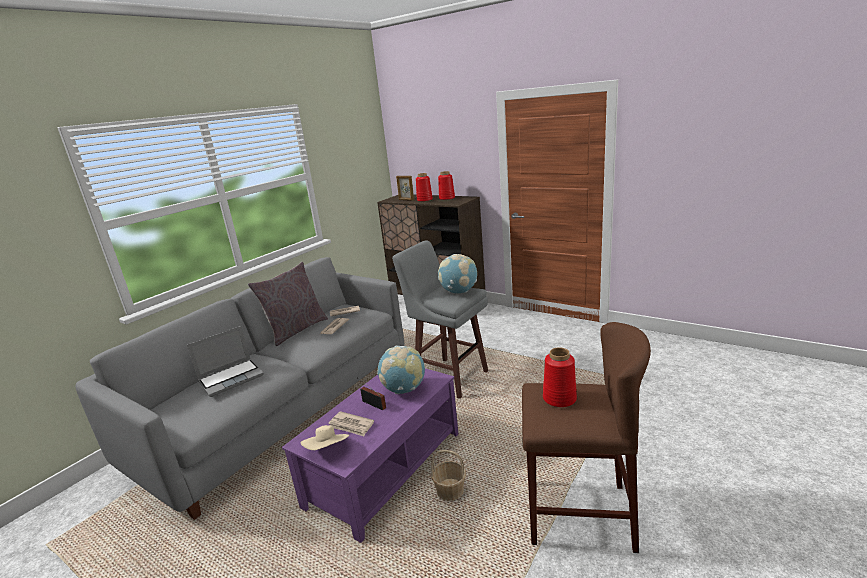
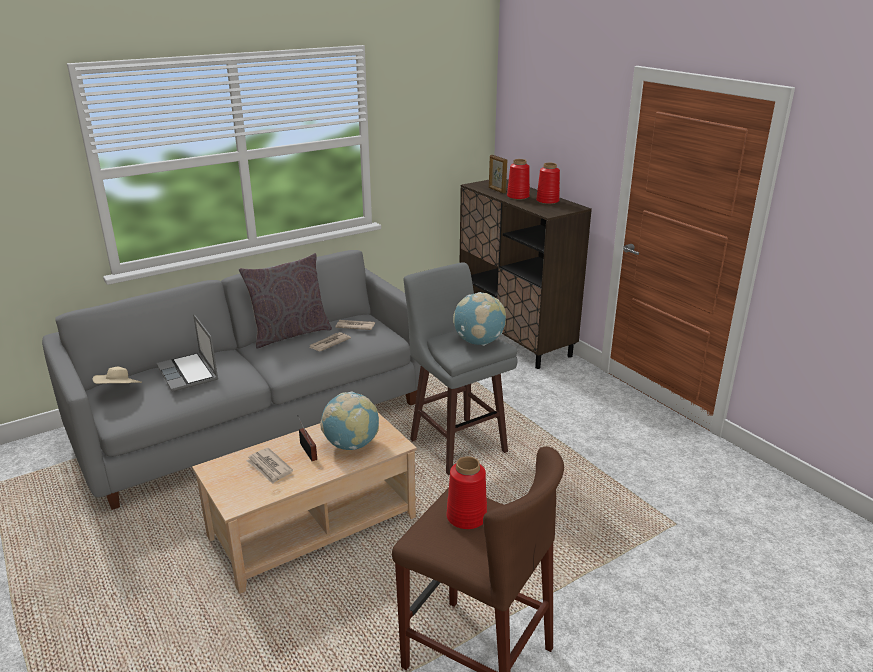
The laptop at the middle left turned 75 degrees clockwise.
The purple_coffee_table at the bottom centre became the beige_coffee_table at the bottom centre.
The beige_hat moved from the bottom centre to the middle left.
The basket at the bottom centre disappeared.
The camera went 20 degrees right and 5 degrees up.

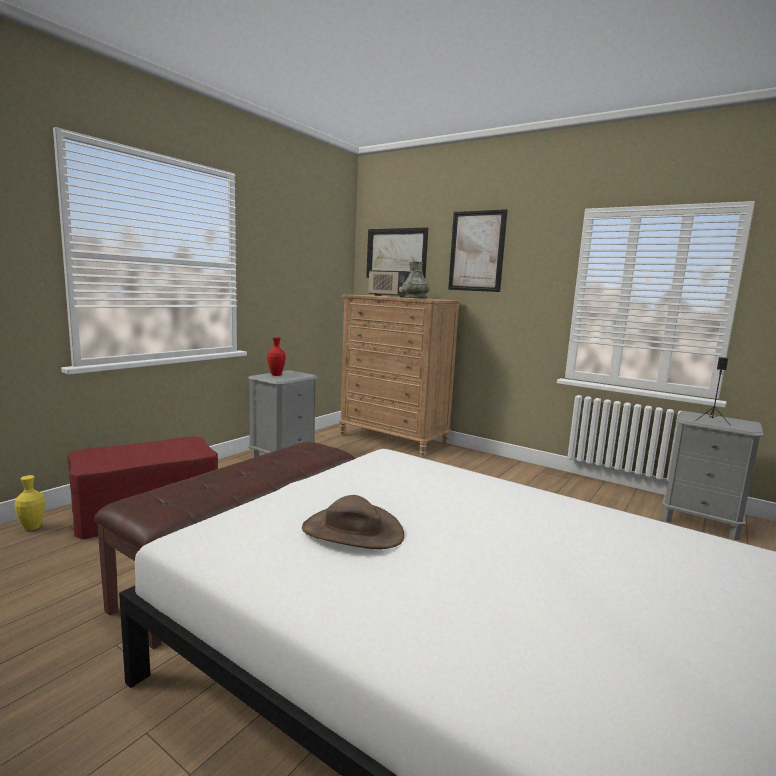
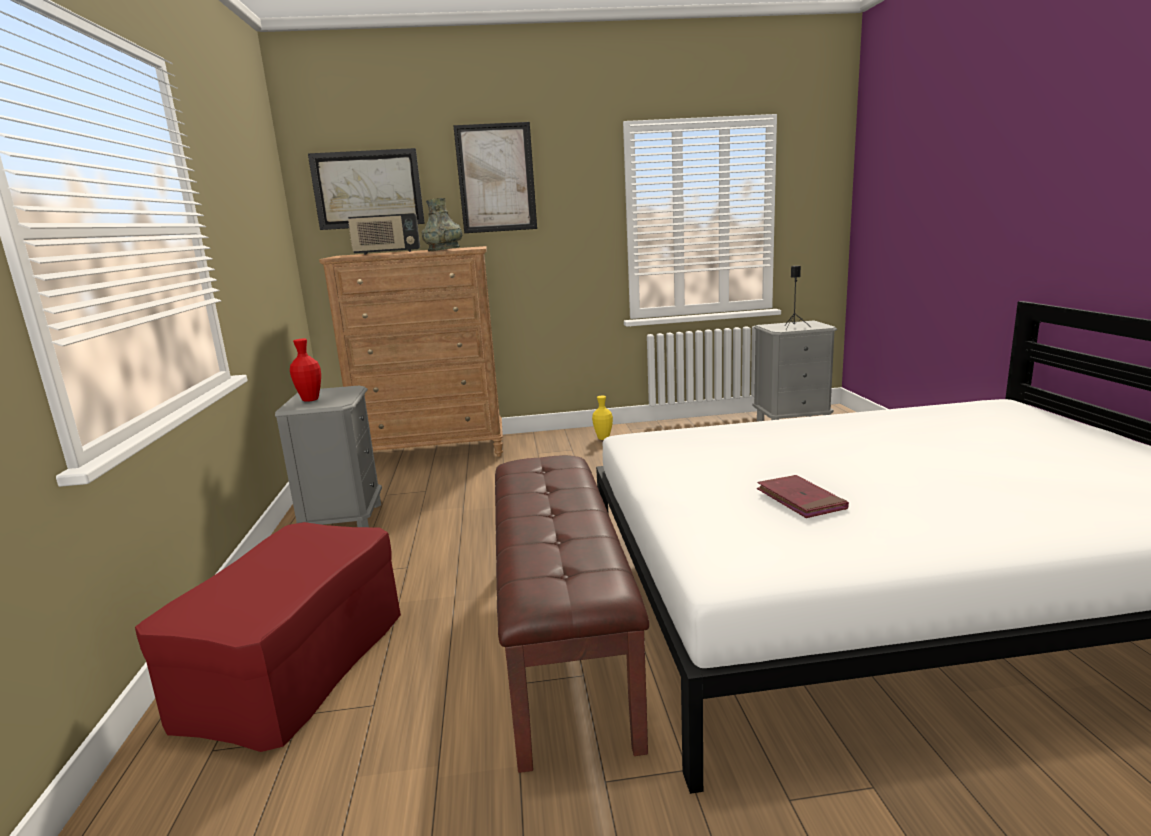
The yellow_vase moved from the middle left to the centre.
The brown_hat at the bottom centre was replaced by the red_book at the middle right.
The camera went 40 degrees left and 5 degrees up.

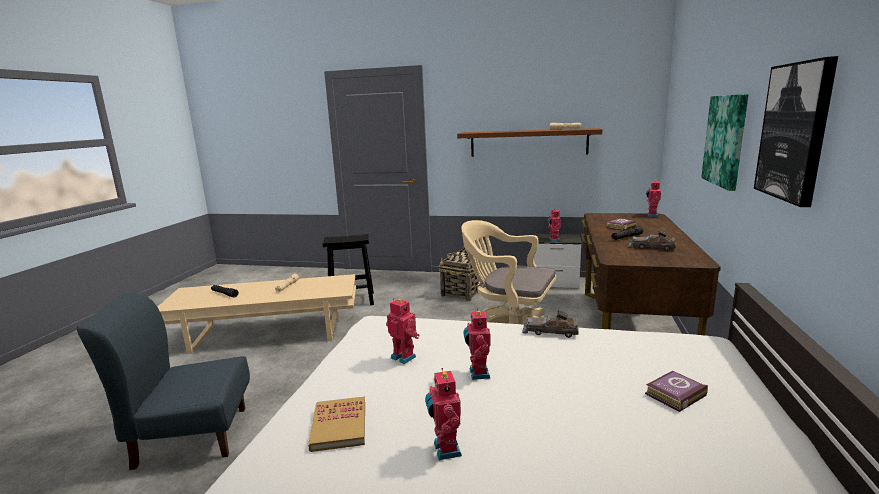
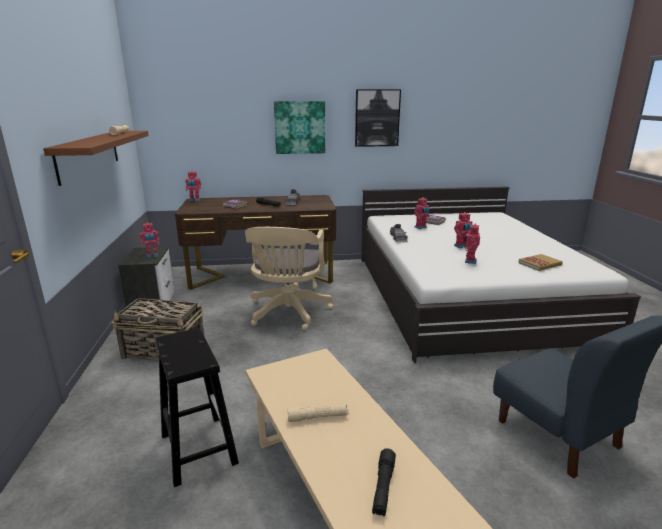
The toy_robot (no. 2 from left in the first image) moved from the bottom centre to the centre.
The camera went 110 degrees left and 5 degrees up.

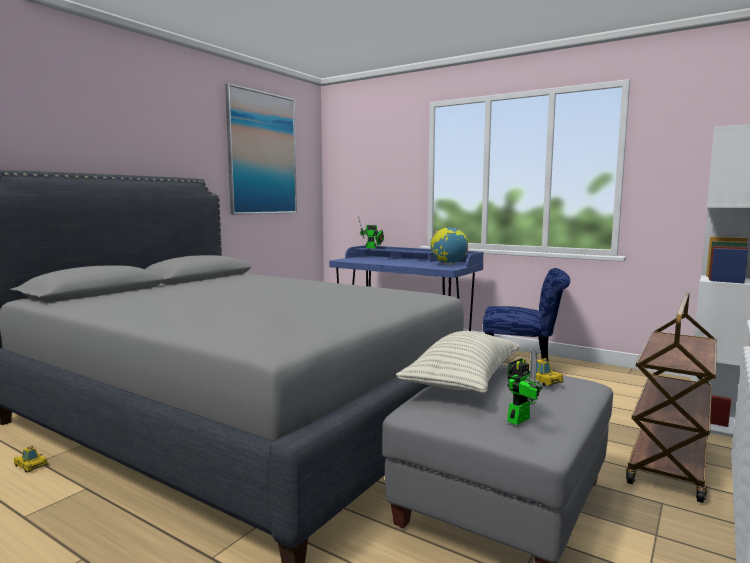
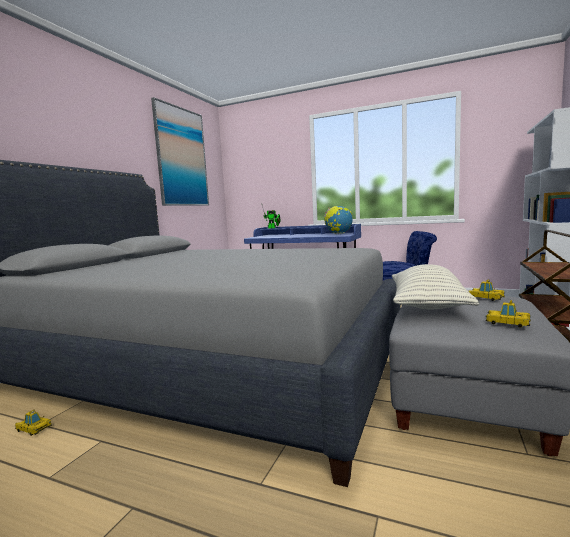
The toy_robot (no. 2 from left) at the bottom right was replaced by the toy_car (no. 3 from left) at the middle right.
The camera went 10 degrees left and 0 degrees up.

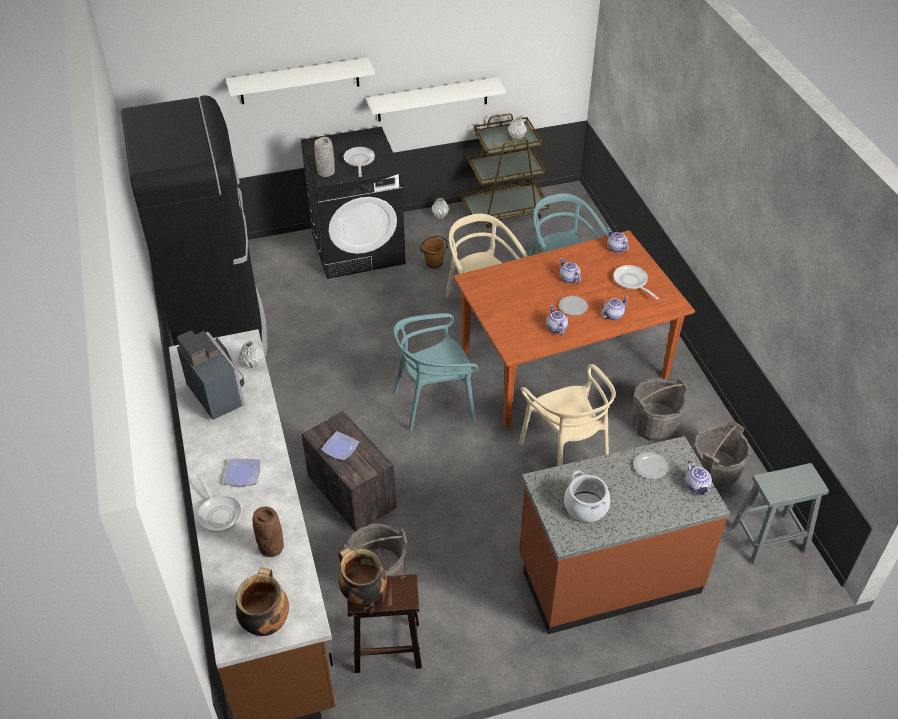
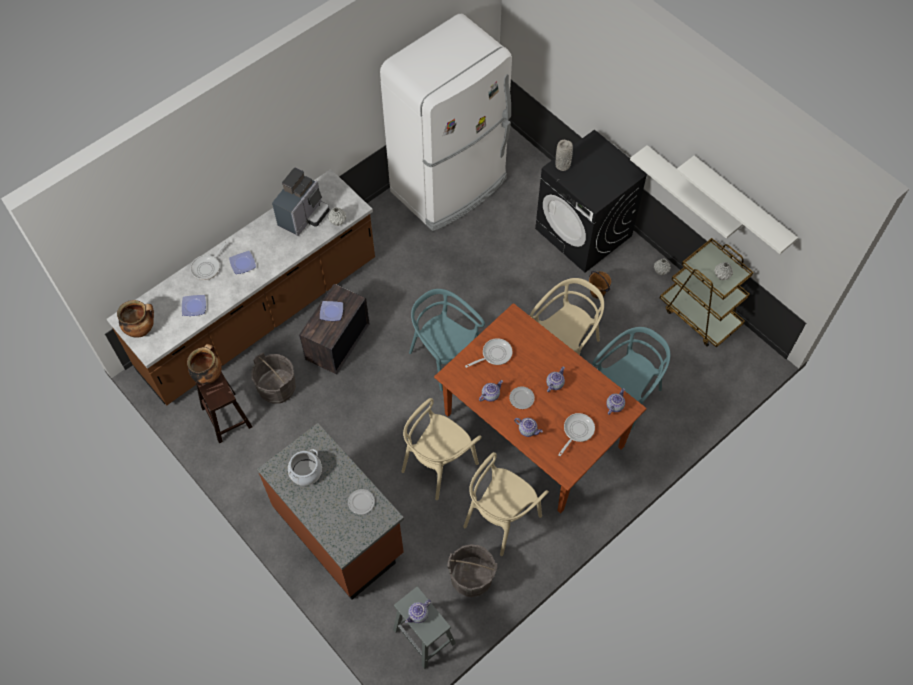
The black_fridge at the top left became the white_fridge at the top centre.
The white_shelf (no. 1 from left in the first image) moved from the top centre to the top right.
The brown_vase at the bottom left was replaced by the plate (no. 1 from left) at the middle left.
The frying_pan (no. 2 from left) moved from the top centre to the centre.
The grey_bucket (no. 2 from left) at the middle right was replaced by the beige_chair (no. 2 from left) at the bottom centre.
The teapot (no. 5 from left in the first image) moved from the middle right to the bottom centre.
The camera went 65 degrees right and 15 degrees up.

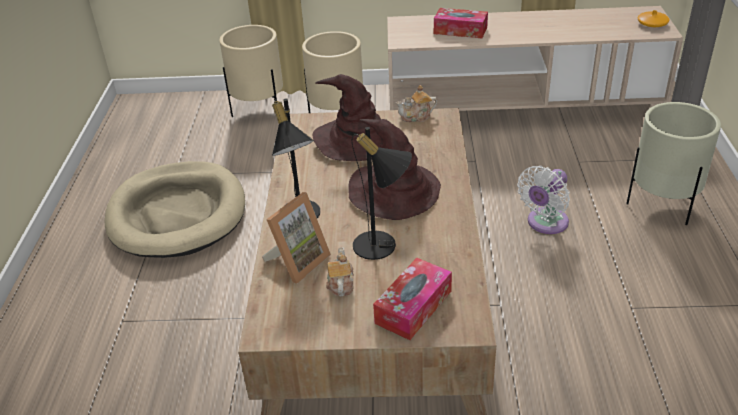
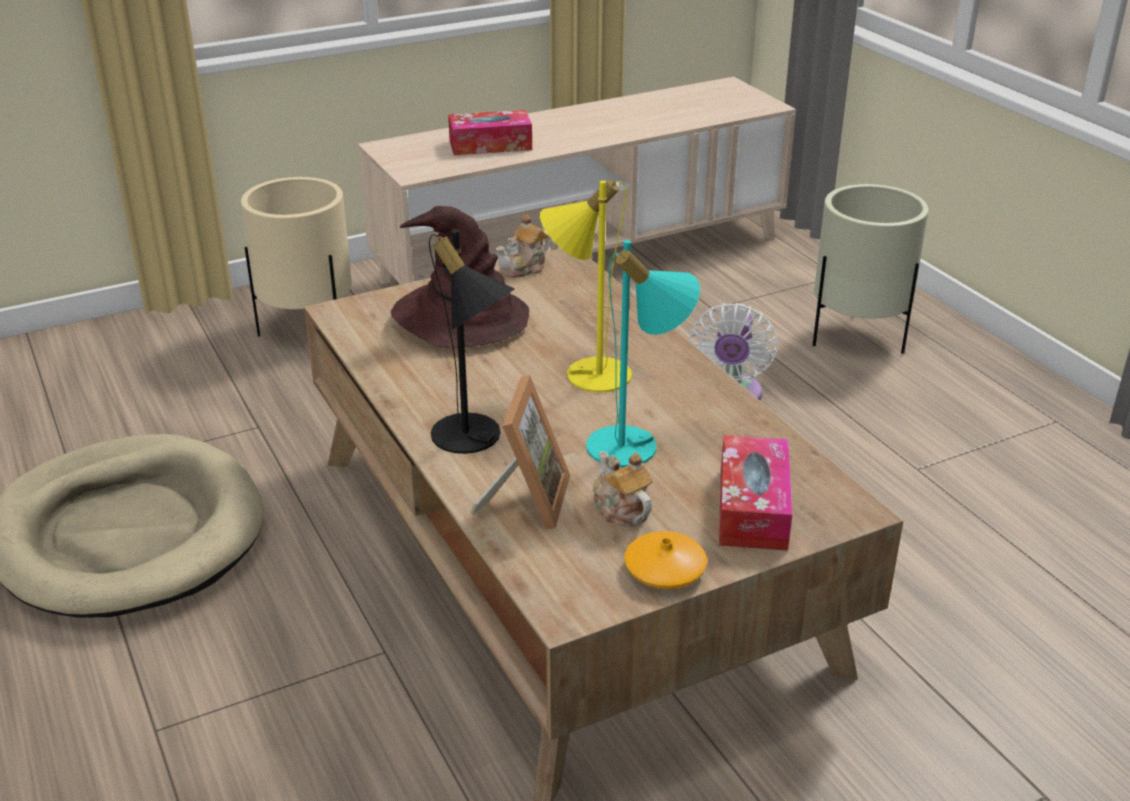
The beige_planter (no. 1 from left) at the top centre disappeared.
The brown_hat (no. 2 from left) at the centre was replaced by the yellow_table_lamp at the centre.
The black_table_lamp (no. 2 from left) at the centre became the turquoise_table_lamp at the centre.
The orange_vase moved from the top right to the bottom centre.
The camera went 30 degrees left and 5 degrees down.

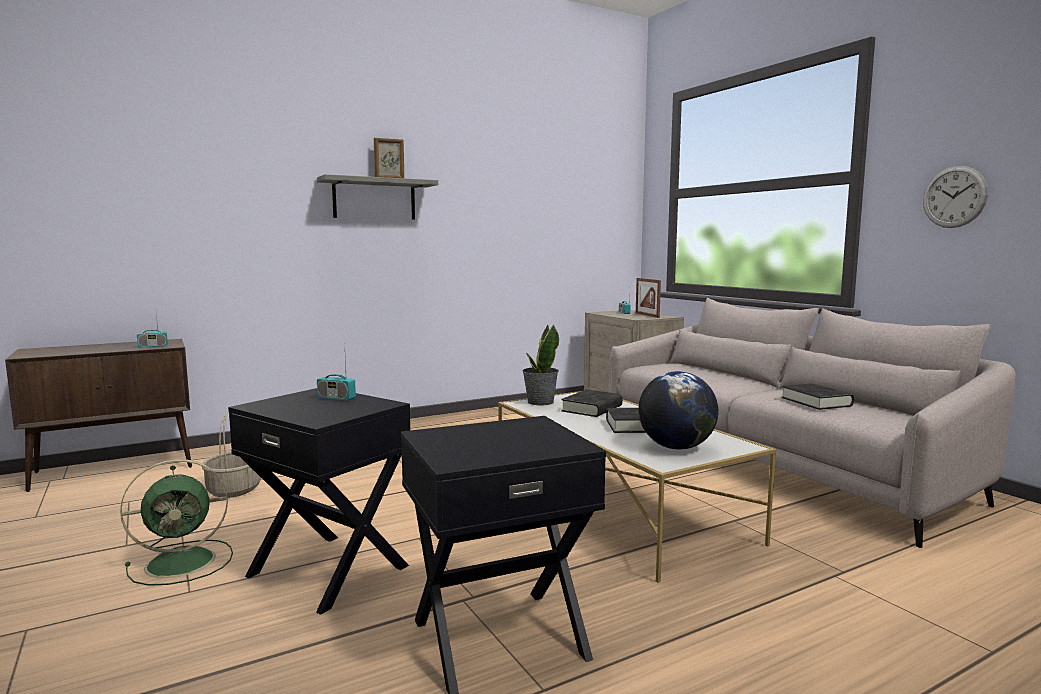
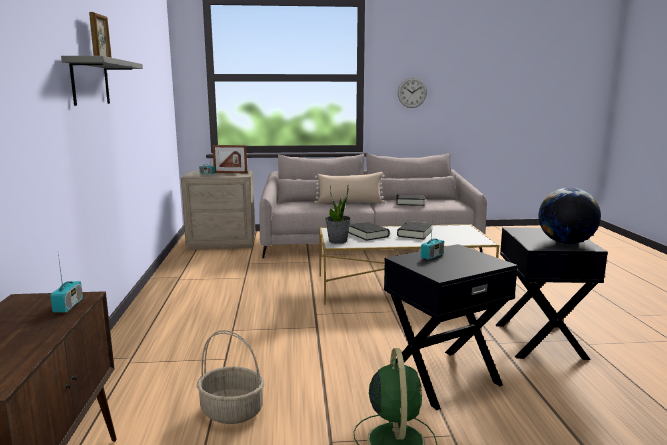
The globe moved from the centre to the middle right.
The beige_pillow at the centre appeared.
The camera went 65 degrees left and 5 degrees up.

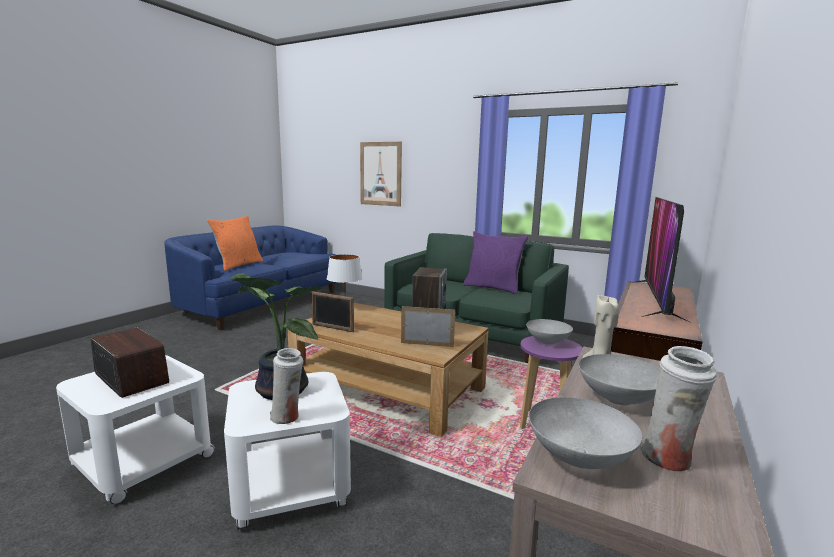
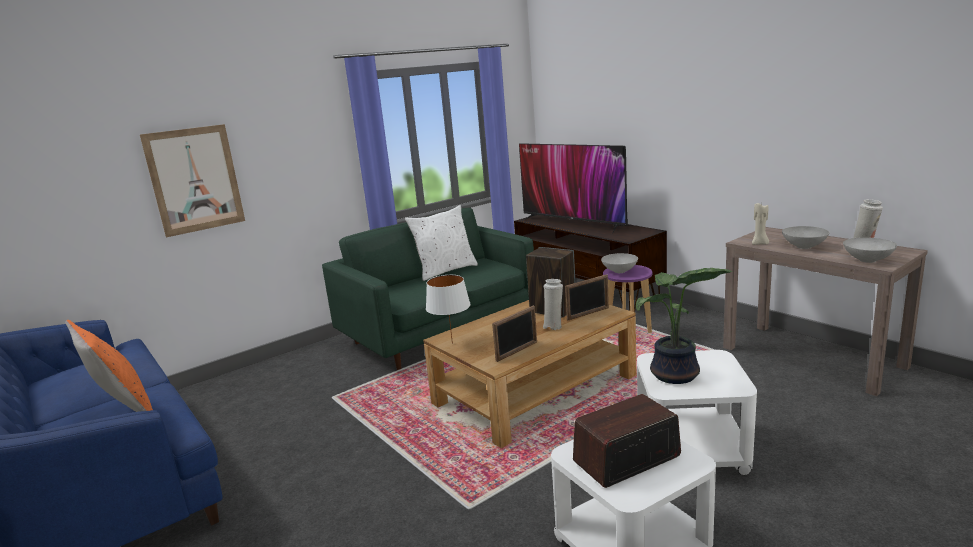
The white_vase (no. 1 from left) moved from the bottom centre to the centre.
The picture_frame (no. 2 from left) at the centre turned 150 degrees counterclockwise.
The purple_pillow at the centre became the white_pillow at the centre.
The camera went 65 degrees left and 5 degrees up.

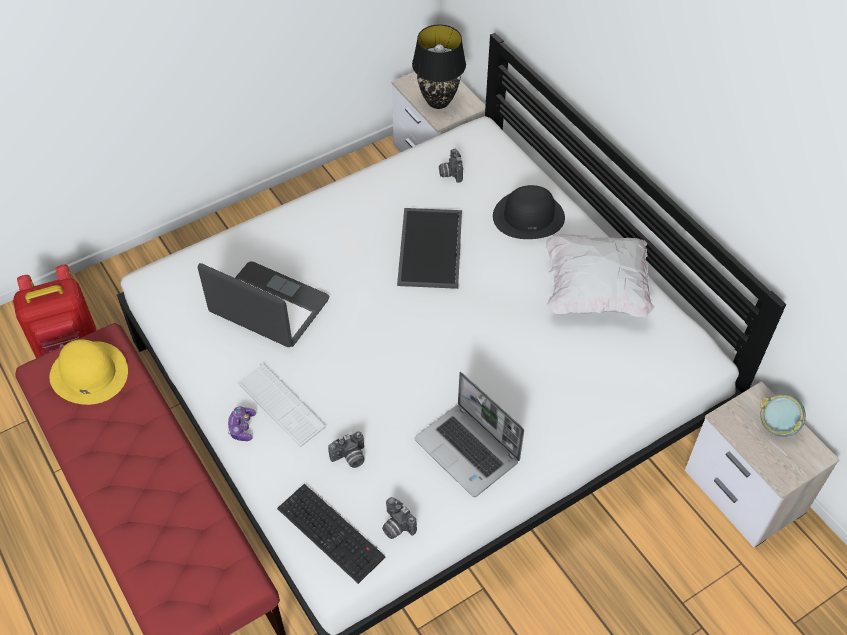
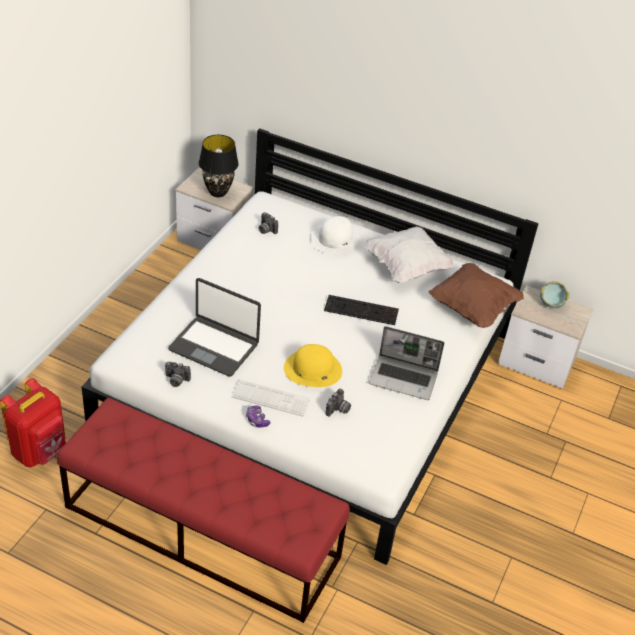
The yellow_hat moved from the middle left to the centre.
The laptop (no. 1 from left) at the middle left turned 150 degrees counterclockwise.
The keyboard (no. 2 from left) moved from the bottom centre to the centre.
The photo_camera (no. 2 from left in the first image) moved from the bottom centre to the middle left.
The tray at the centre disappeared.
The black_hat at the centre became the white_hat at the centre.
The brown_pillow at the middle right appeared.
The camera went 35 degrees left and 10 degrees down.

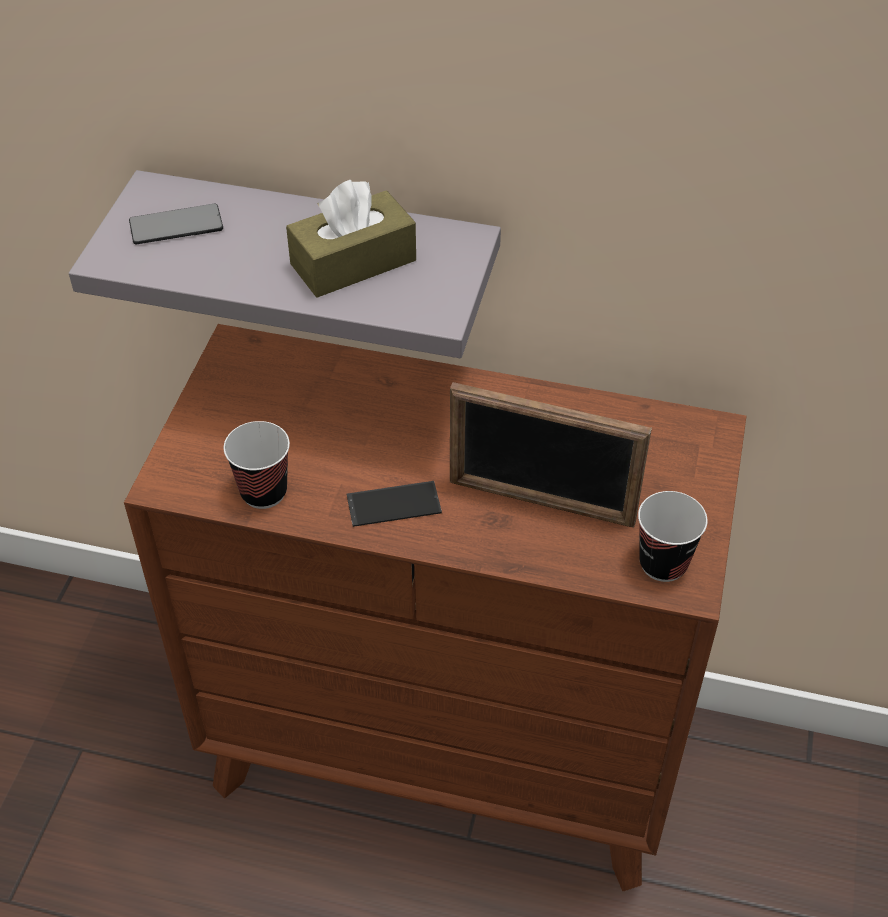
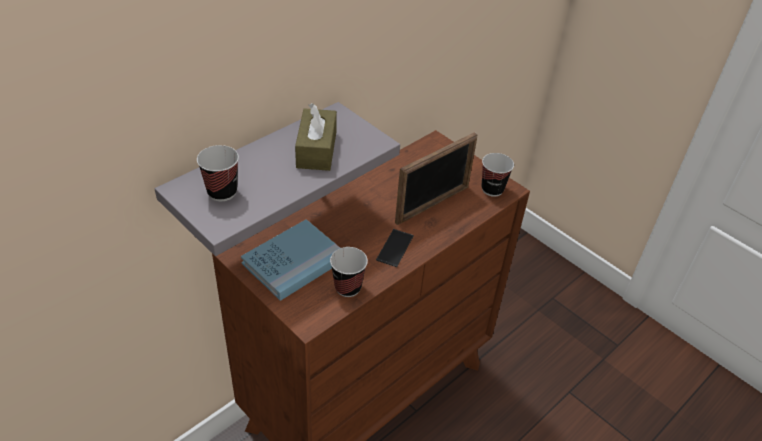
The phone (no. 1 from left) at the top left was replaced by the cup (no. 1 from left) at the middle left.
The blue_book at the centre appeared.
The camera went 60 degrees left and 5 degrees down.

